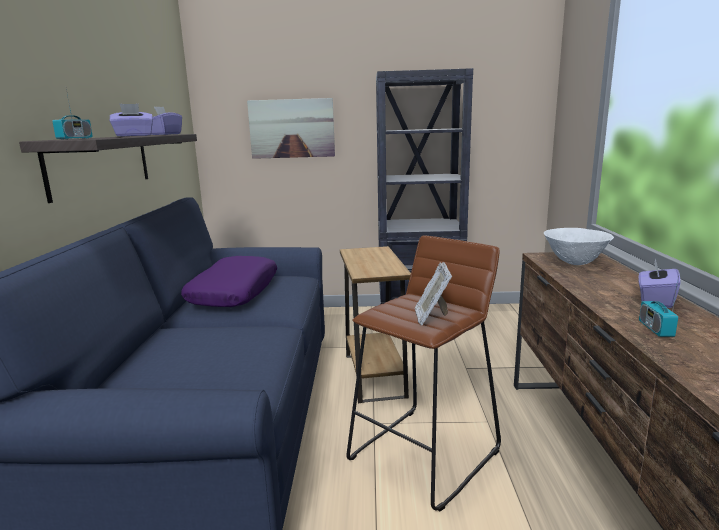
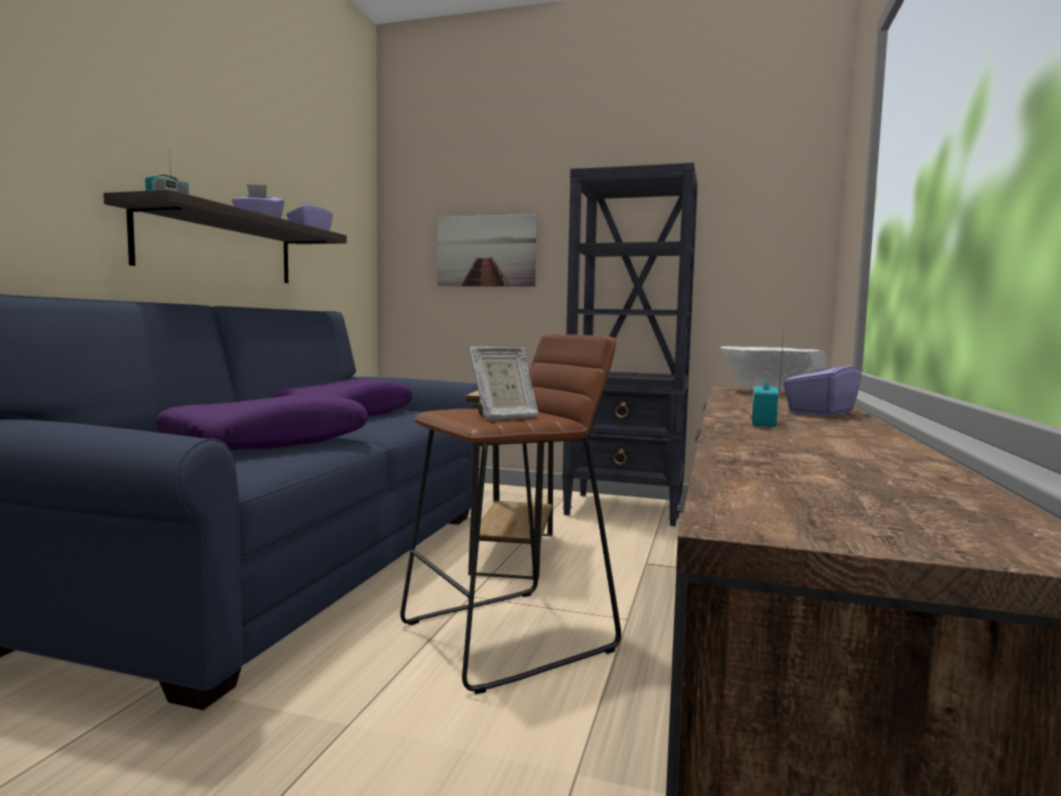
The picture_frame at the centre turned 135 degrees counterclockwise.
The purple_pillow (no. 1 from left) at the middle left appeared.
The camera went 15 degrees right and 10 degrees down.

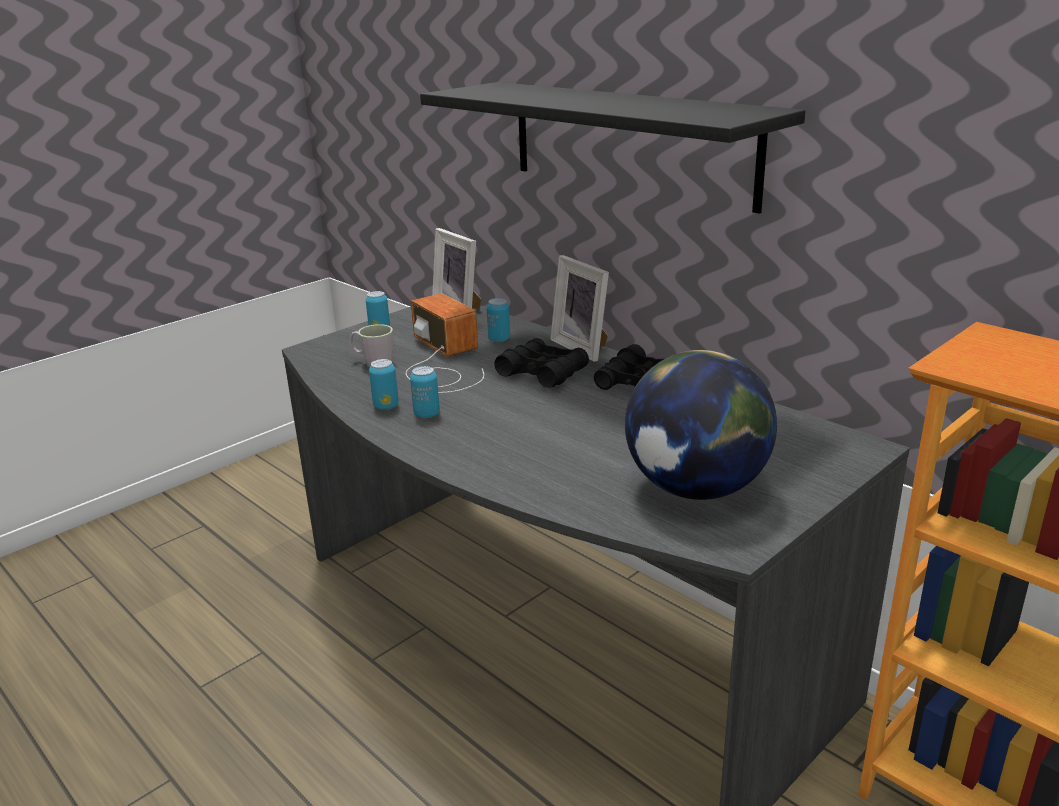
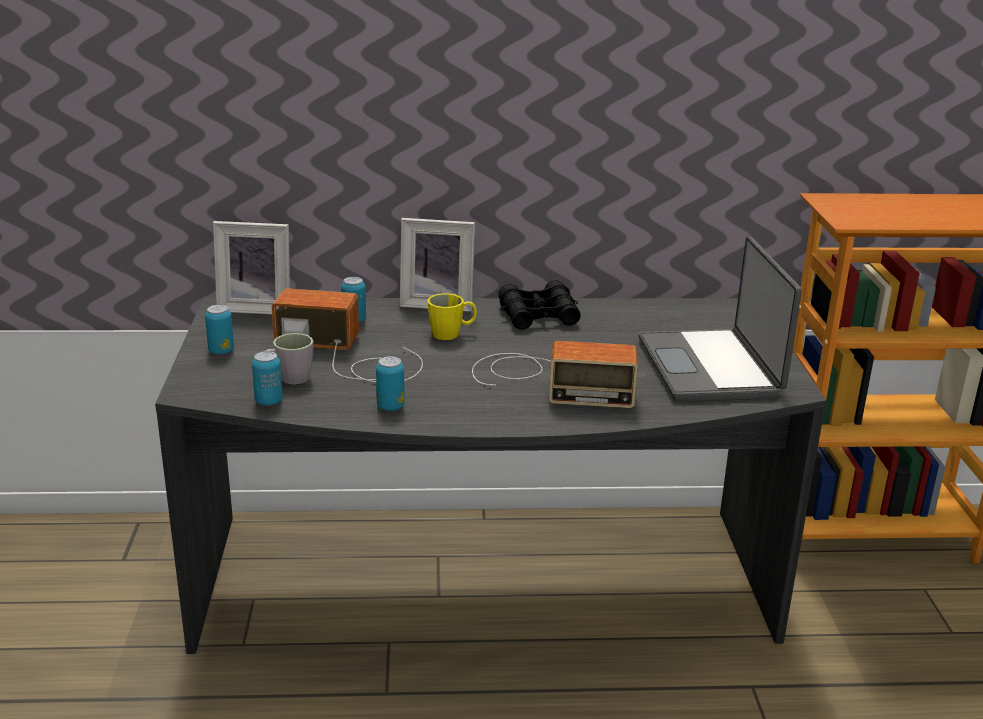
The can (no. 3 from left in the first image) moved from the centre to the middle left.
The black_shelf at the top centre disappeared.
The black_binoculars (no. 1 from left) at the centre was replaced by the yellow_mug at the centre.
The globe at the centre was replaced by the laptop at the middle right.
The radio (no. 2 from left) at the centre appeared.
The camera went 50 degrees left and 0 degrees up.

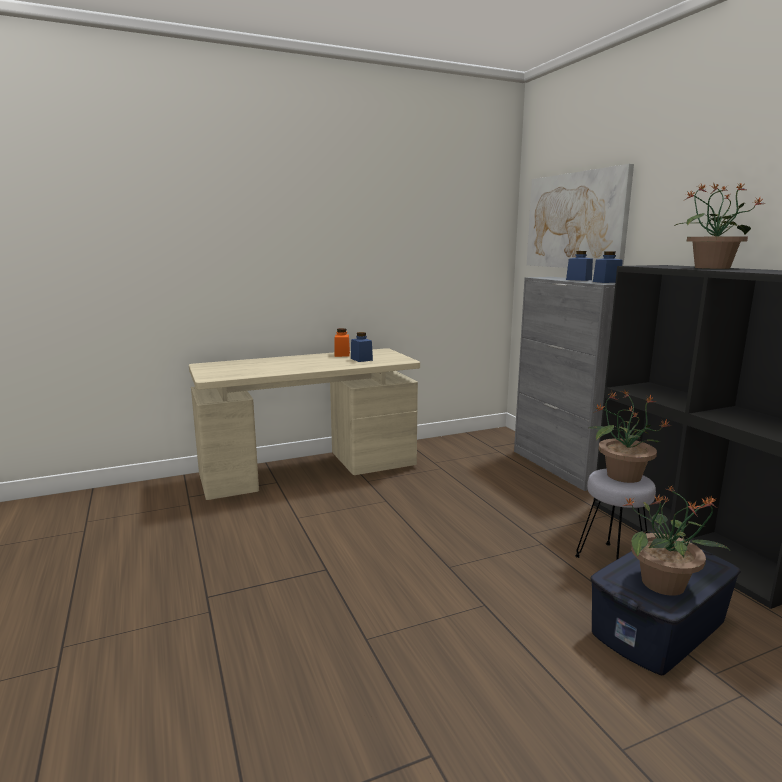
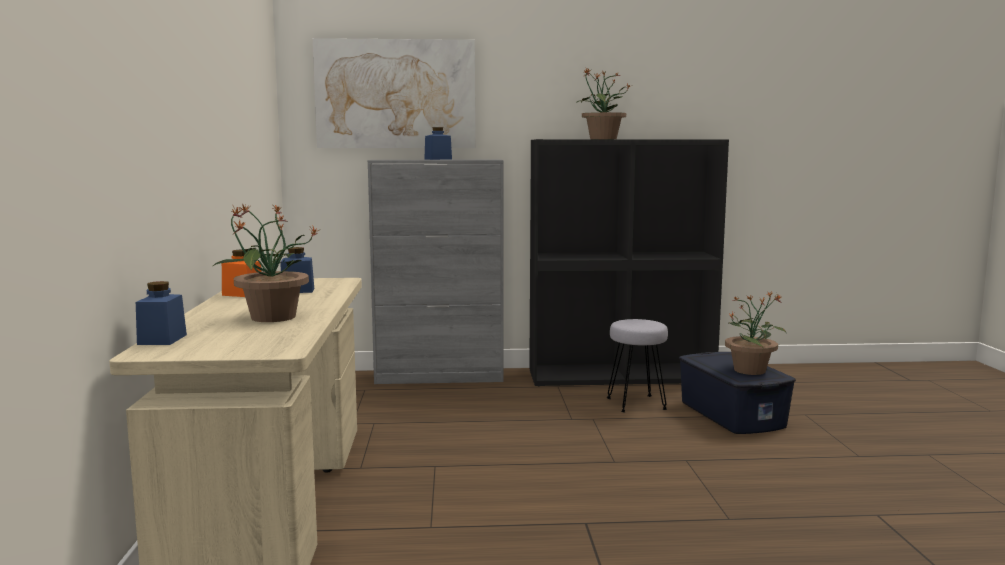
The potted_plant (no. 1 from left) moved from the middle right to the middle left.
The blue_jar (no. 3 from left in the first image) moved from the middle right to the middle left.
The camera went 70 degrees left and 5 degrees down.

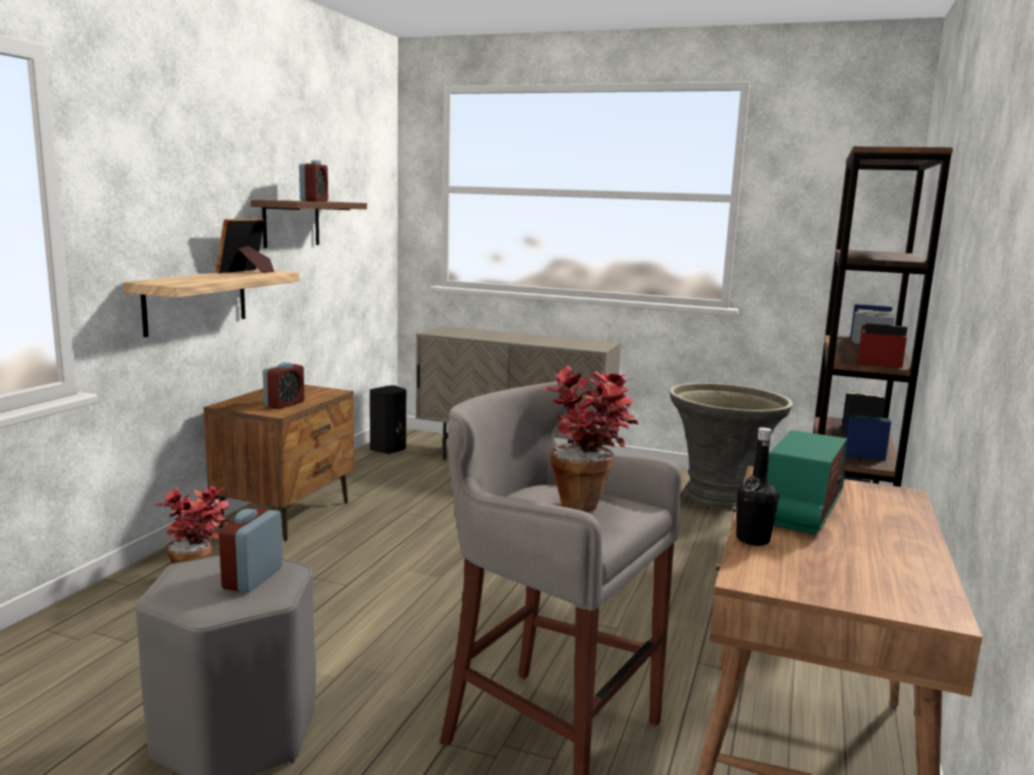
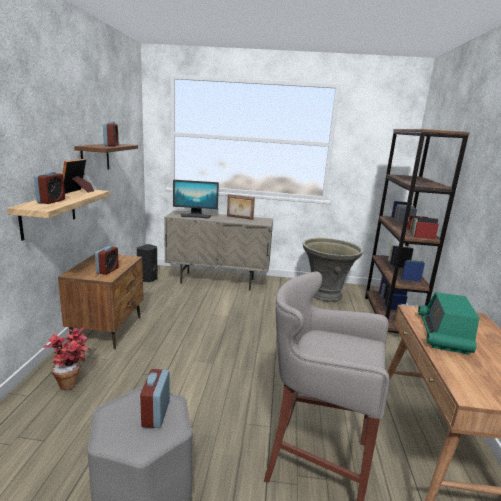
The potted_plant (no. 2 from left) at the centre disappeared.
The black_bottle at the middle right disappeared.
The alarm_clock (no. 1 from left) at the middle left appeared.
The monitor at the centre appeared.
The picture_frame (no. 2 from left) at the centre appeared.
The camera went 15 degrees left and 5 degrees up.

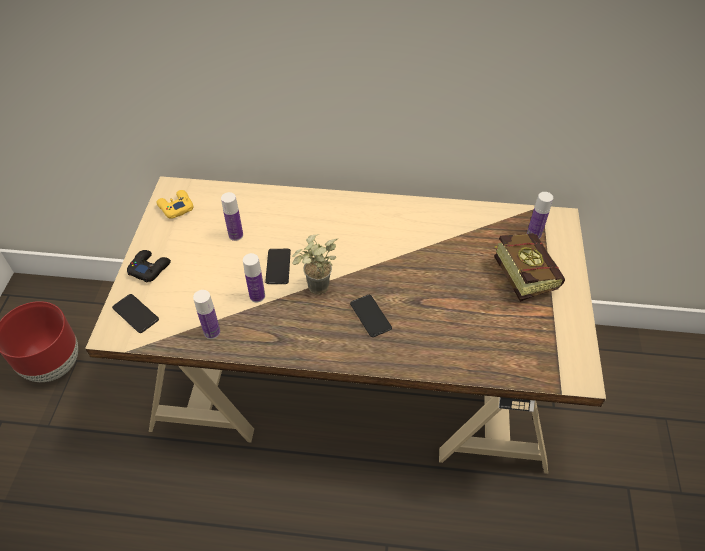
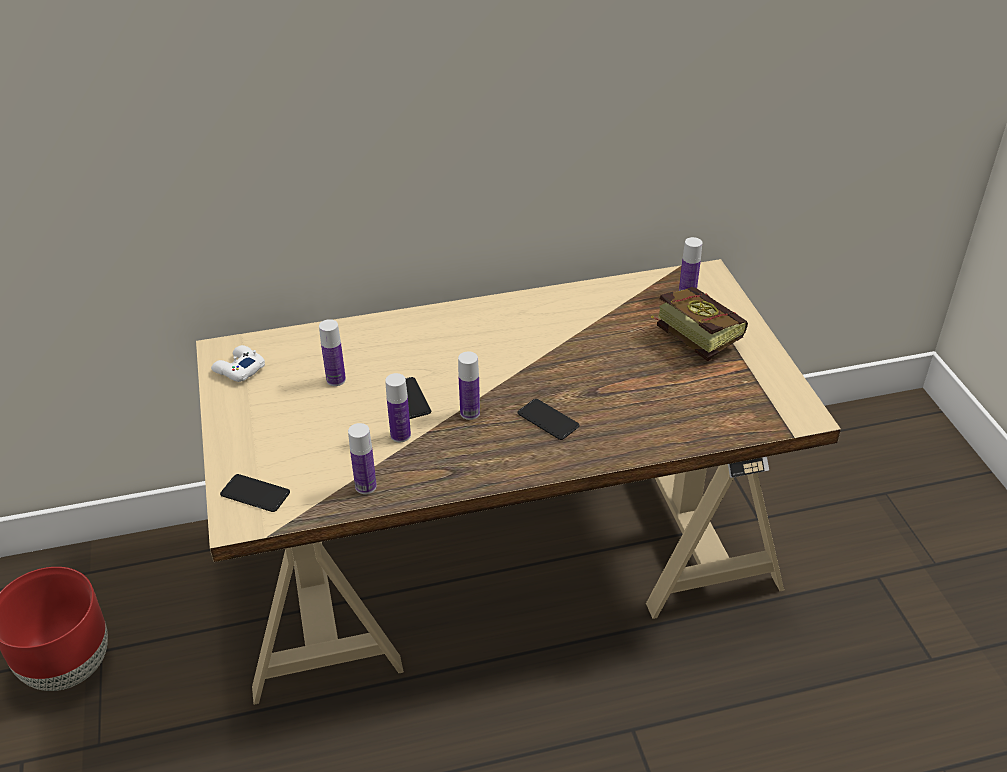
The black_game_controller at the middle left disappeared.
The yellow_game_controller at the middle left became the white_game_controller at the middle left.
The potted_plant at the centre was replaced by the bottle (no. 4 from left) at the centre.
The camera went 20 degrees left and 10 degrees down.

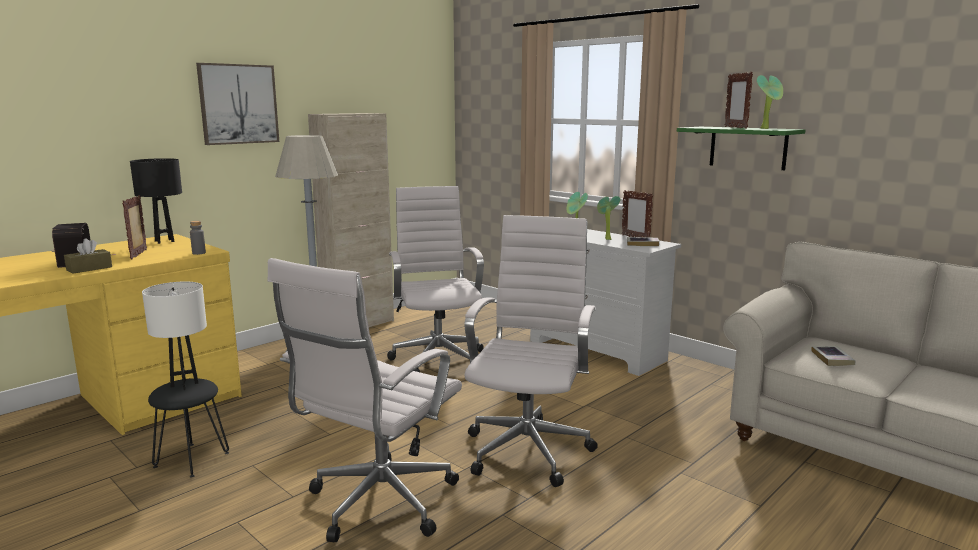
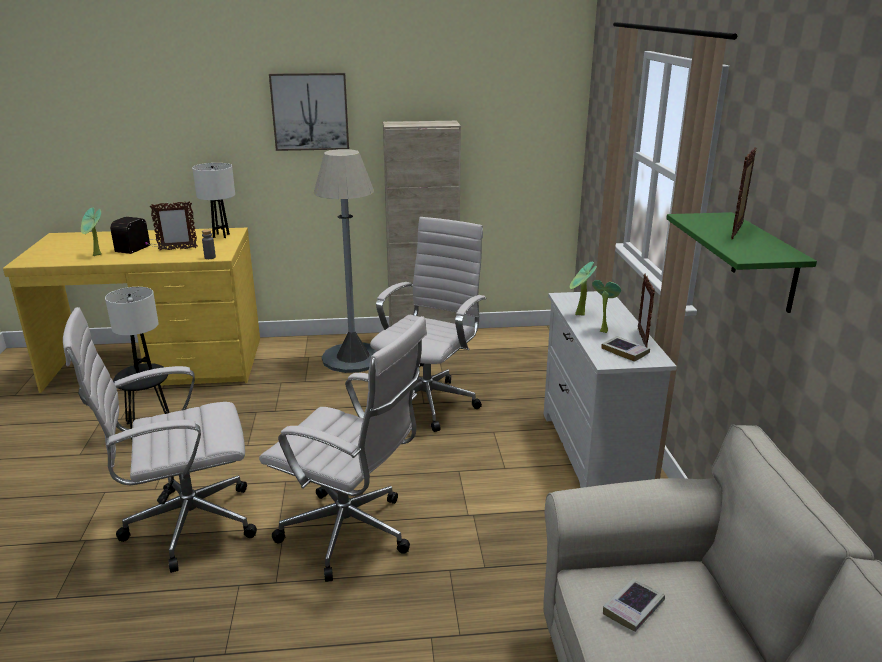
The brown_tissue_box at the middle left disappeared.
The picture_frame (no. 1 from left) at the middle left turned 135 degrees counterclockwise.
The black_table_lamp at the middle left became the white_table_lamp (no. 2 from left) at the top left.
The white_office_chair (no. 3 from left in the first image) at the centre turned 60 degrees clockwise.
The potted_plant (no. 3 from left in the first image) moved from the top right to the middle left.
The camera went 40 degrees right and 10 degrees up.

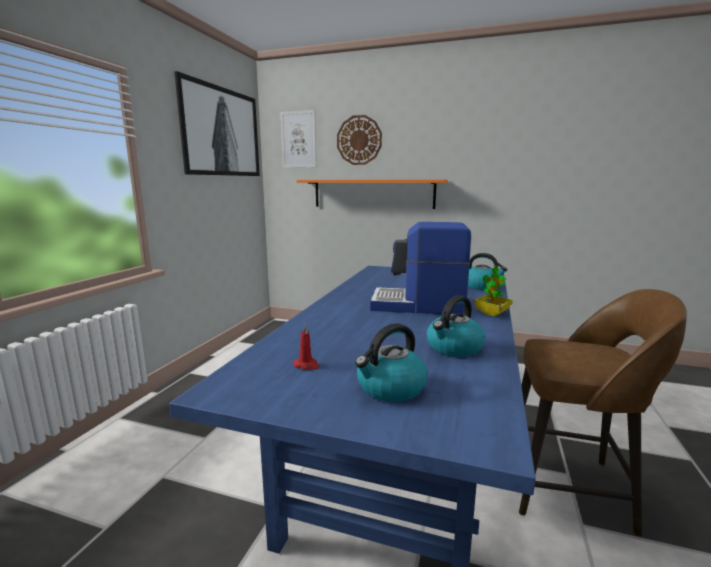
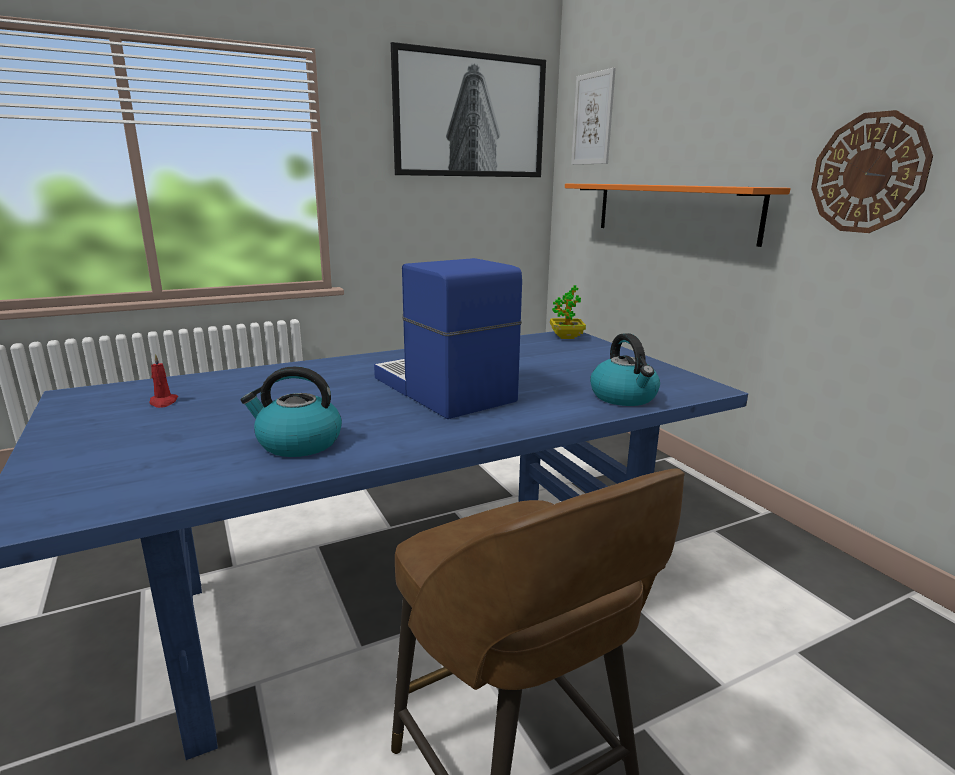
The wall_clock moved from the top centre to the top right.
The kettle (no. 1 from left) at the centre disappeared.
The potted_plant moved from the middle right to the centre.
The camera went 45 degrees right and 5 degrees up.

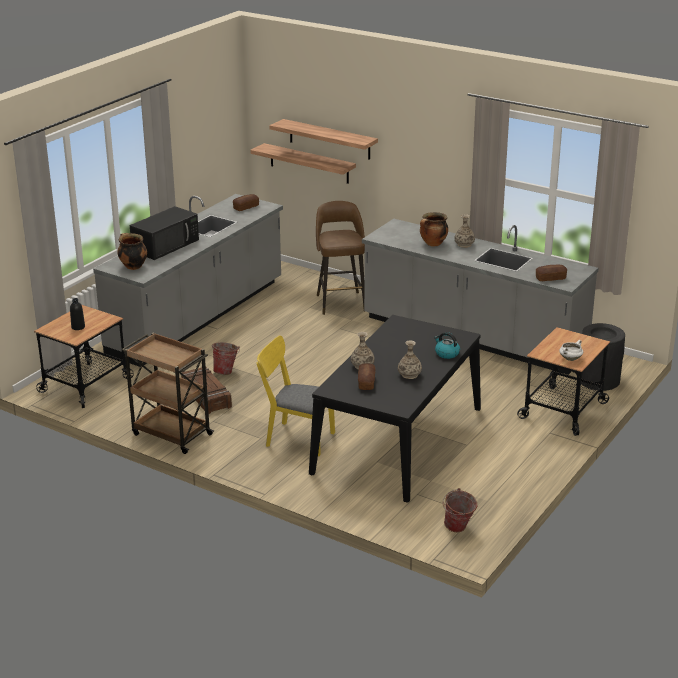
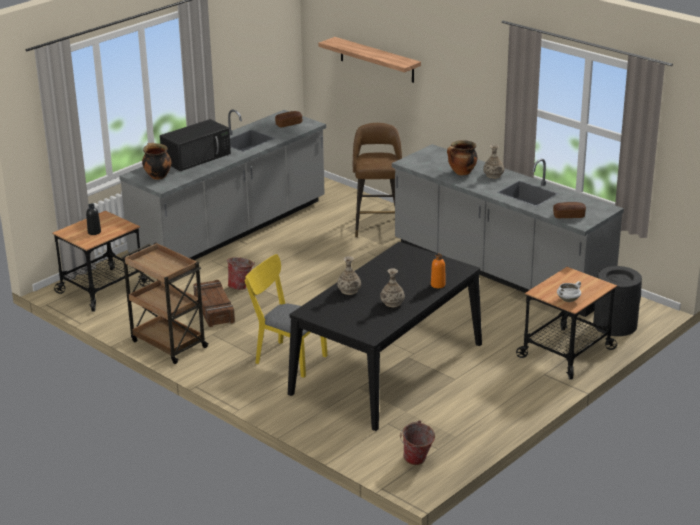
The shelf (no. 1 from left) at the top centre disappeared.
The bread (no. 2 from left) at the centre disappeared.
The kettle at the centre was replaced by the orange_bottle at the centre.
The camera went 10 degrees right and 0 degrees up.

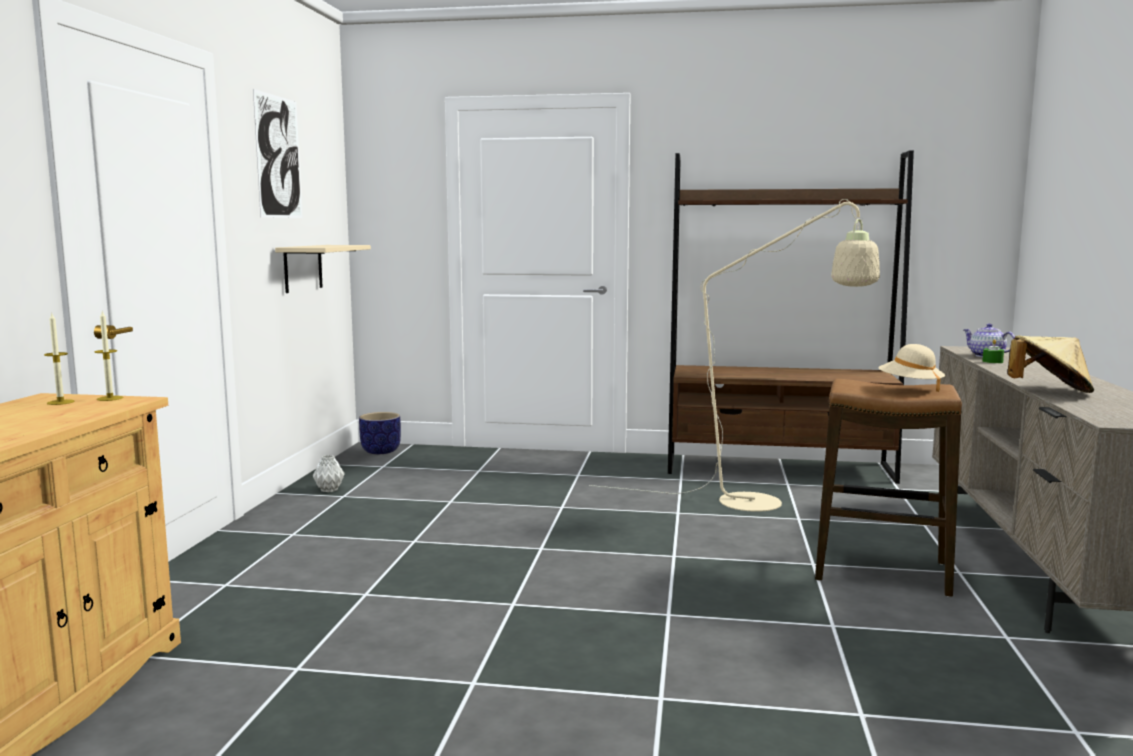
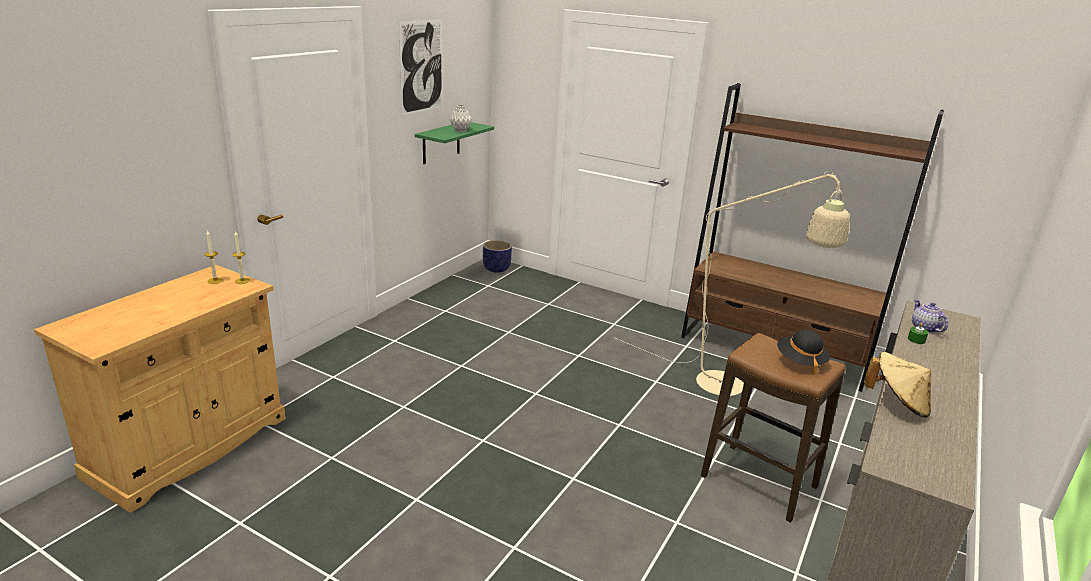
The beige_shelf at the middle left became the green_shelf at the top centre.
The grey_vase moved from the middle left to the top centre.
The beige_hat (no. 1 from left) at the middle right became the black_hat at the middle right.
The camera went 20 degrees right and 15 degrees up.

